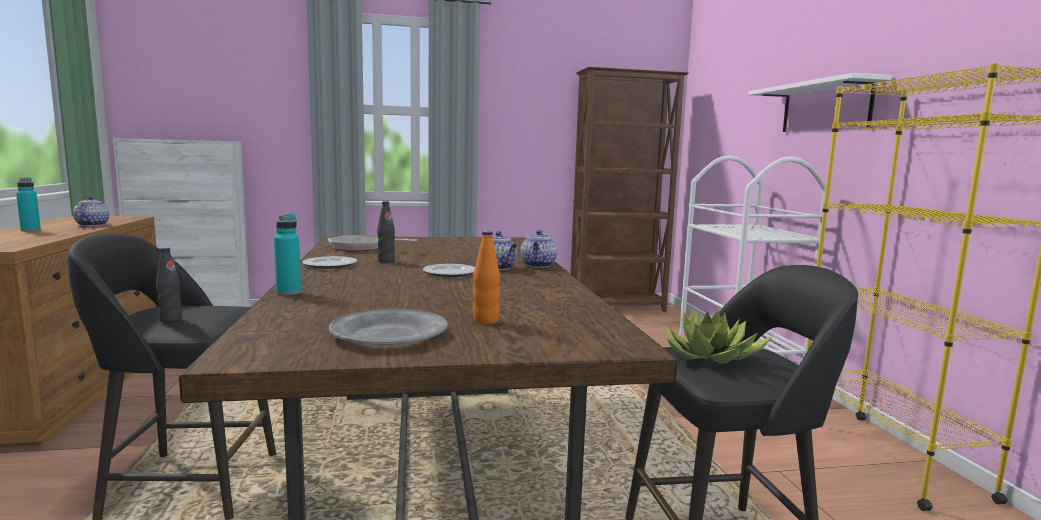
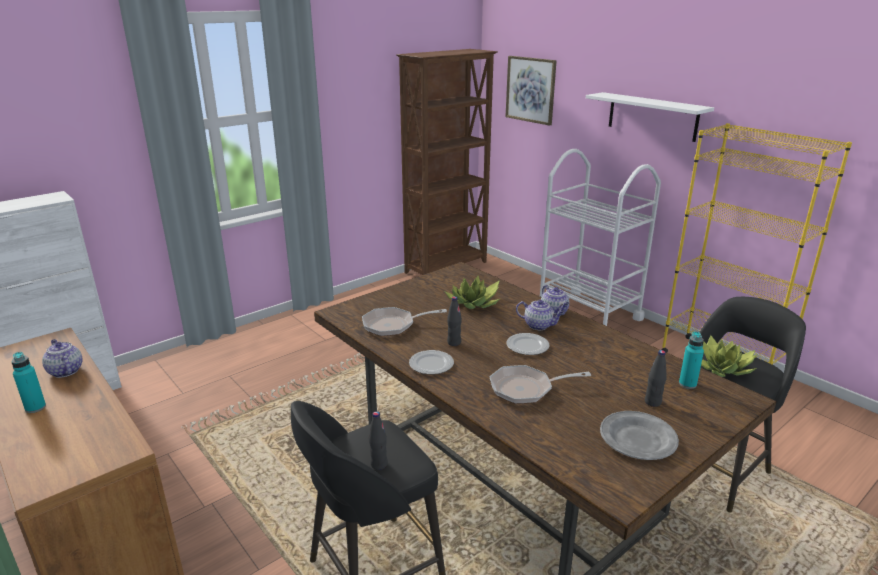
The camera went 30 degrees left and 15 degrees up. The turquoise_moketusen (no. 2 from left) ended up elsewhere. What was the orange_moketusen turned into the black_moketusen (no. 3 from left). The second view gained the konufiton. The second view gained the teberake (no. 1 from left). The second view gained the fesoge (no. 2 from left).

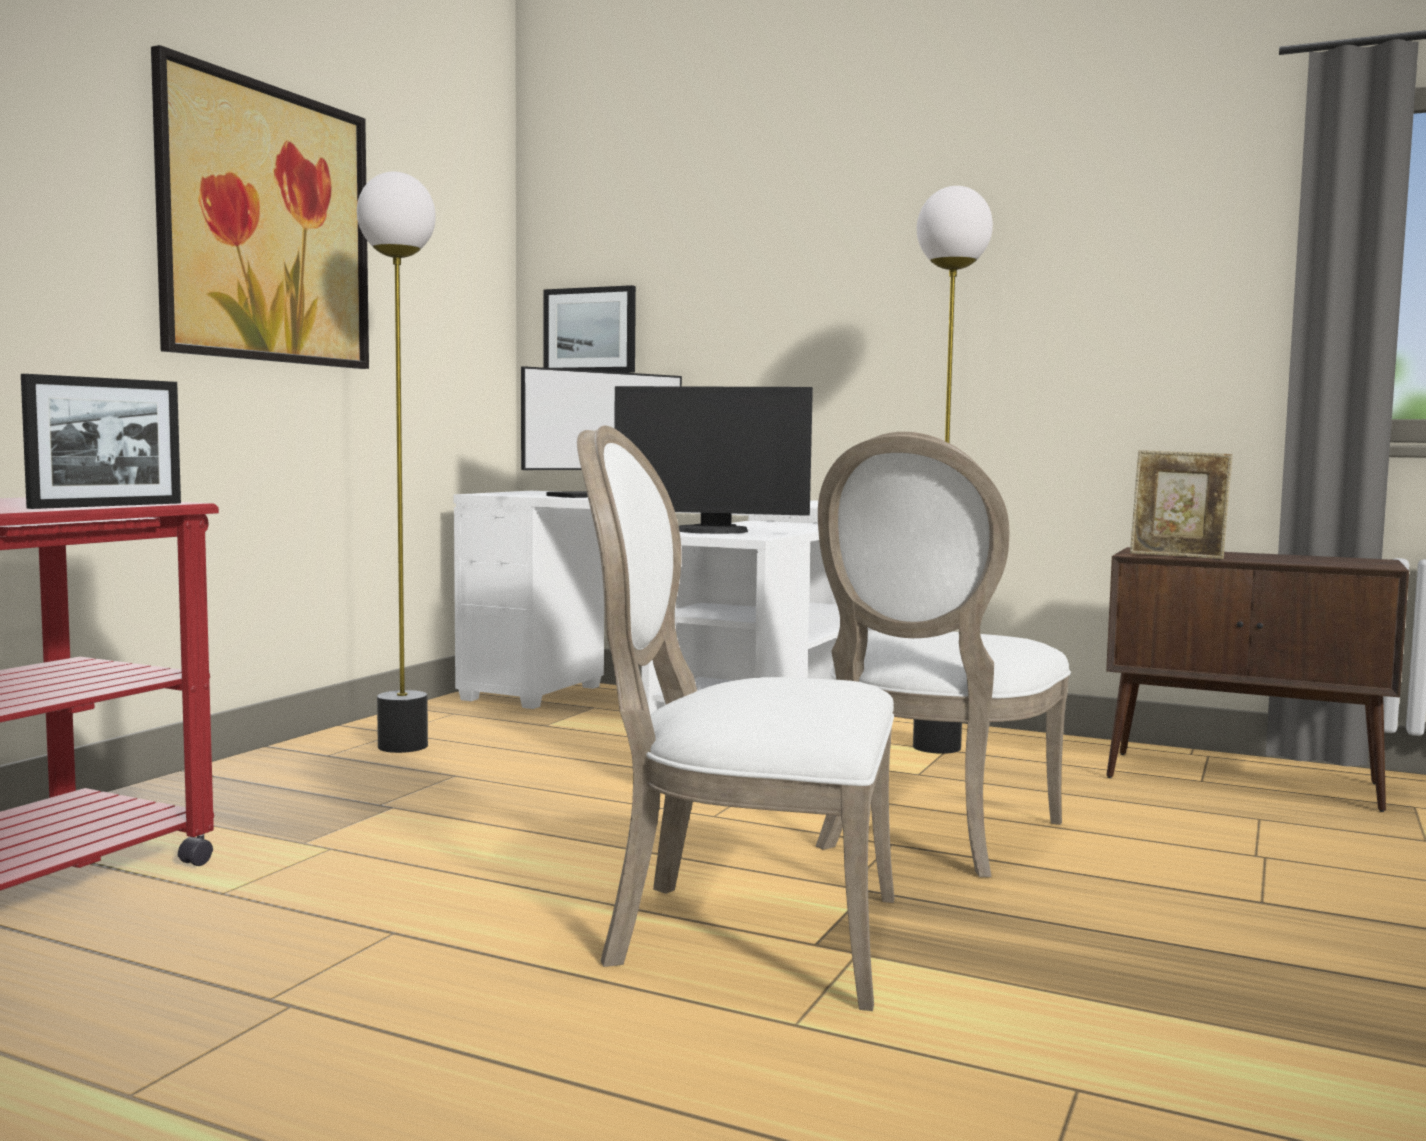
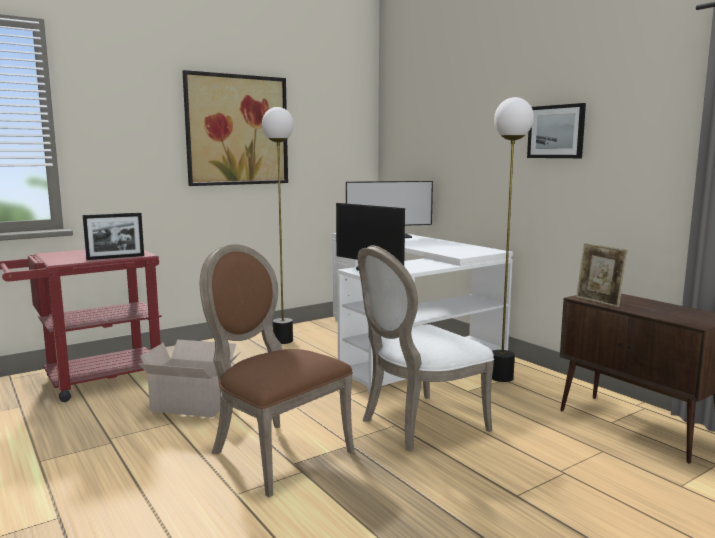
The camera went 30 degrees right and 5 degrees up. The konufiton (no. 2 from left) ended up elsewhere. What was the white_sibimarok (no. 1 from left) turned into the brown_sibimarok. The second view gained the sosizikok.

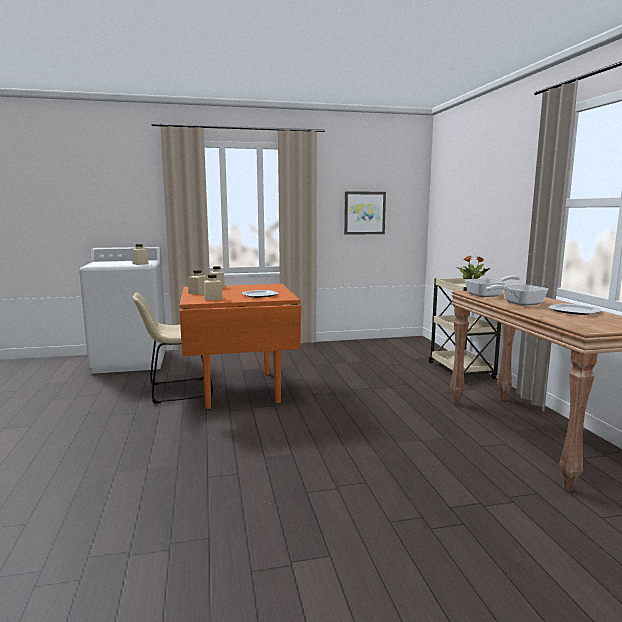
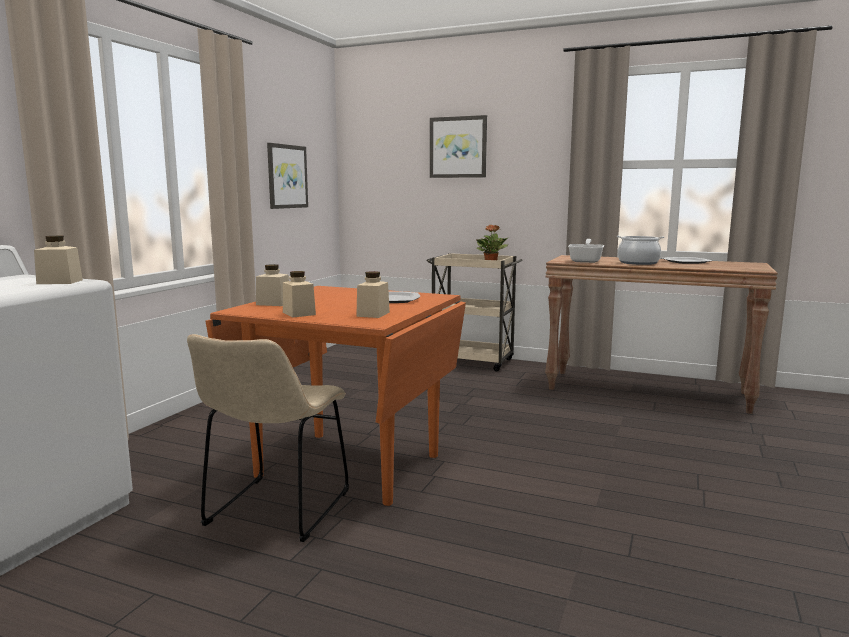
The camera went 55 degrees left and 0 degrees up. Where the fesoge (no. 2 from left) stood, the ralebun came to stand. The second view gained the konufiton (no. 2 from left).

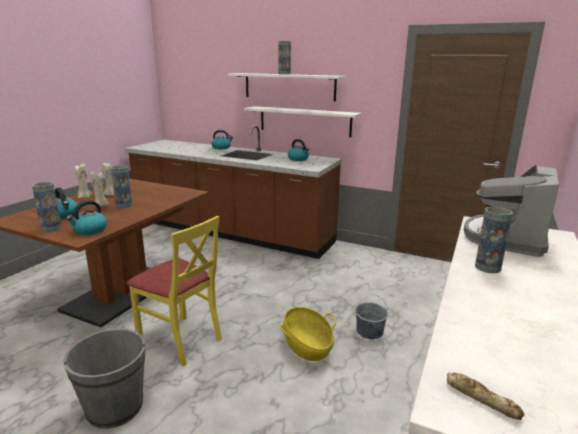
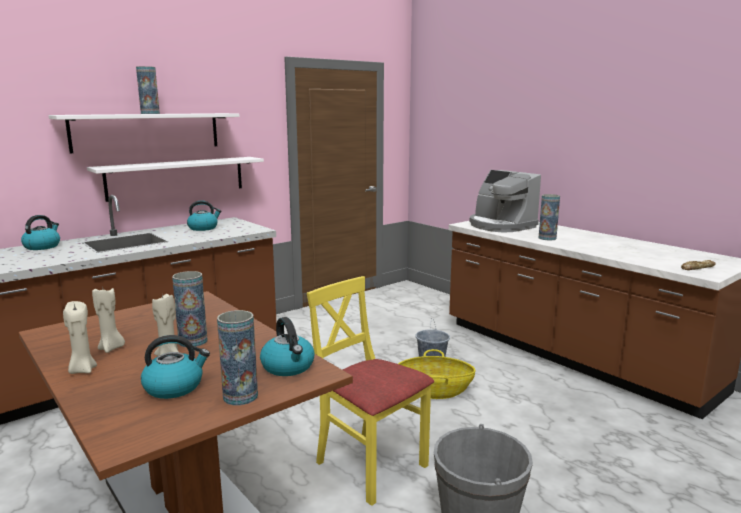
The camera went 65 degrees left and 5 degrees down. The yellow_sibimarok ended up facing another way, 105 degrees counterclockwise from before.

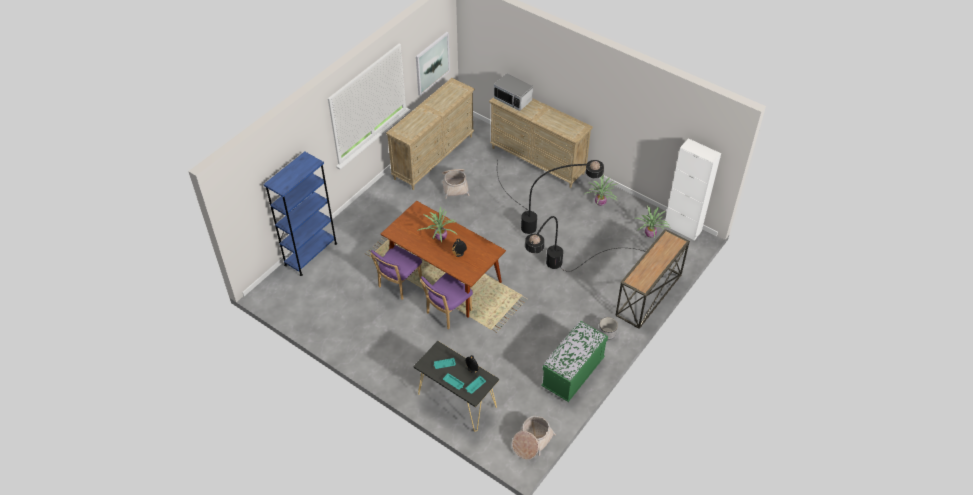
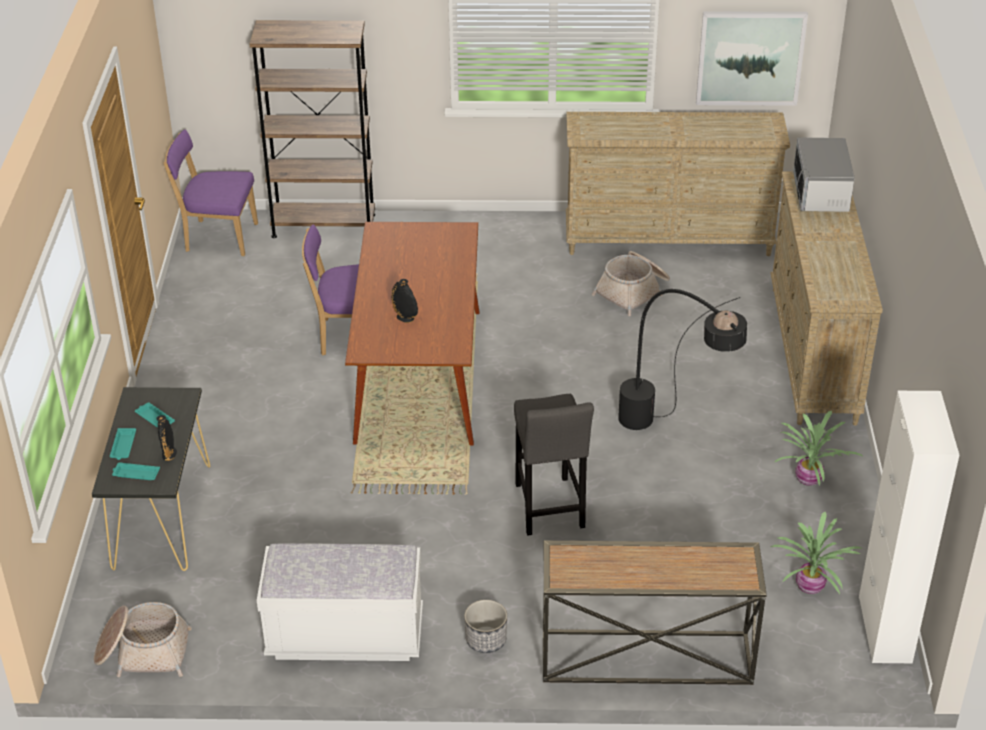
The camera went 55 degrees right and 10 degrees down. What was the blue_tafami turned into the brown_tafami. The second view lost the teberake (no. 1 from left). Where the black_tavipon (no. 2 from left) stood, the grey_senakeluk came to stand. The purple_sibimarok (no. 2 from left in the first image) ended up elsewhere. What was the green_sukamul turned into the white_sukamul.

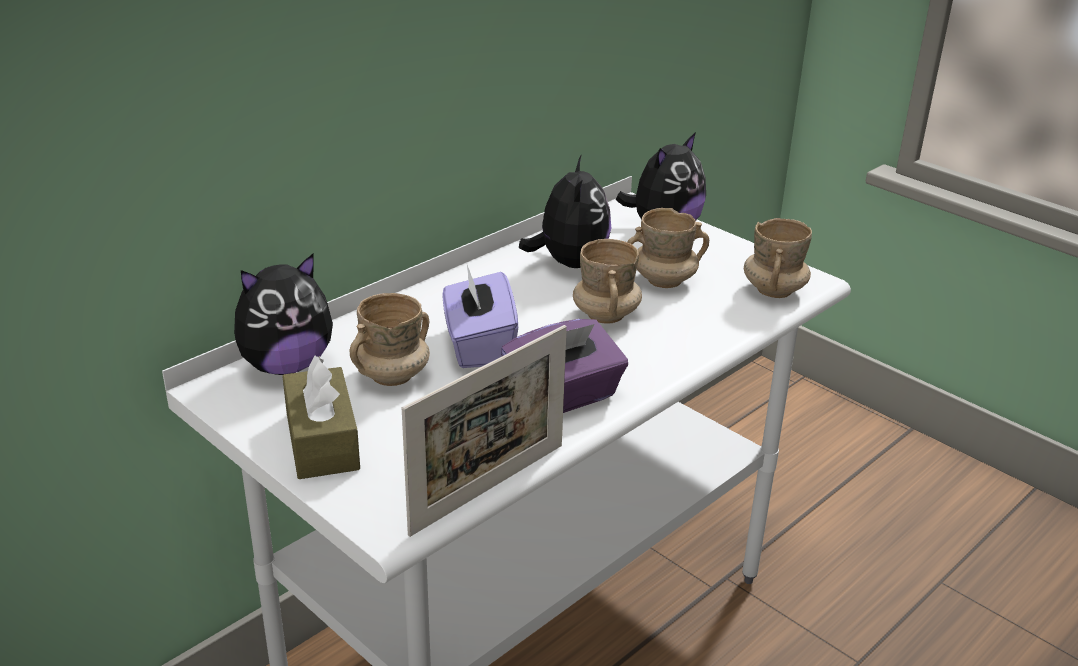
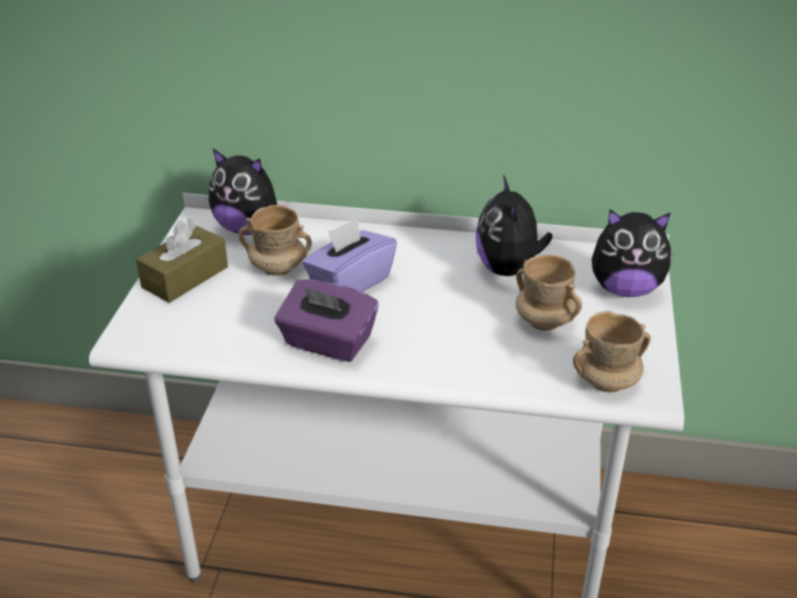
The camera went 55 degrees right and 5 degrees up. The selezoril (no. 2 from left) ended up facing another way, 120 degrees clockwise from before. The second view lost the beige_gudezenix (no. 2 from left). The second view lost the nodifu.

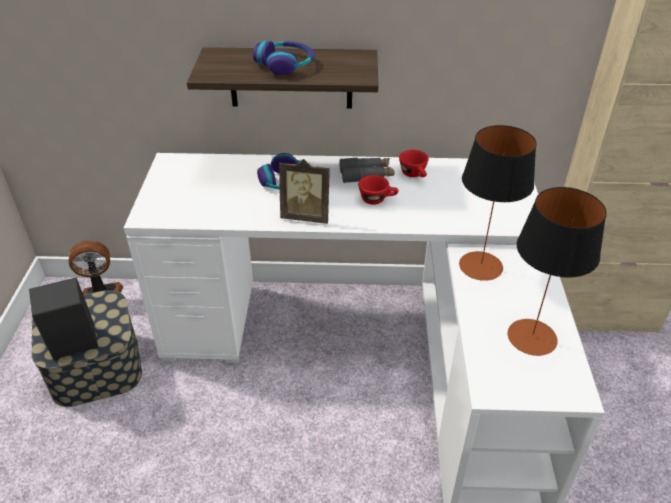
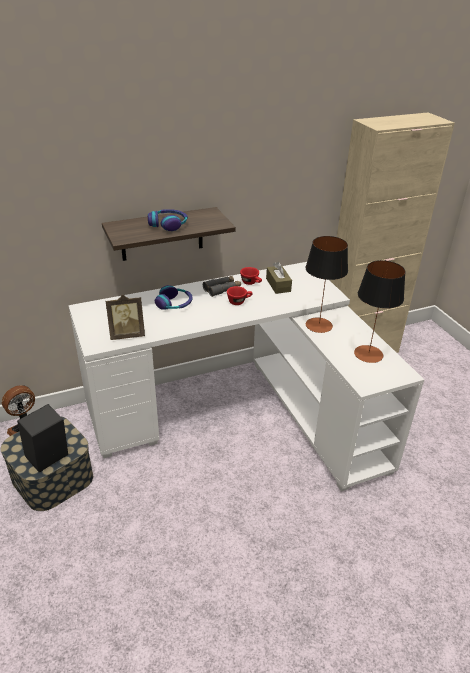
The camera went 25 degrees left and 5 degrees down. The nodifu ended up elsewhere. The second view gained the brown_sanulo.

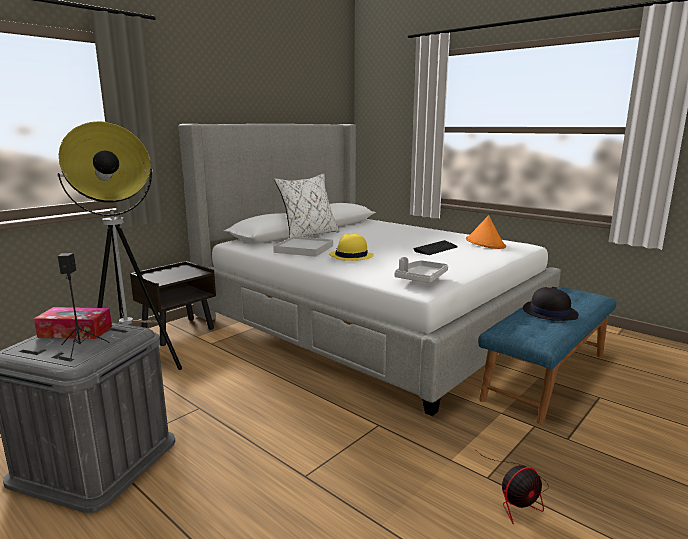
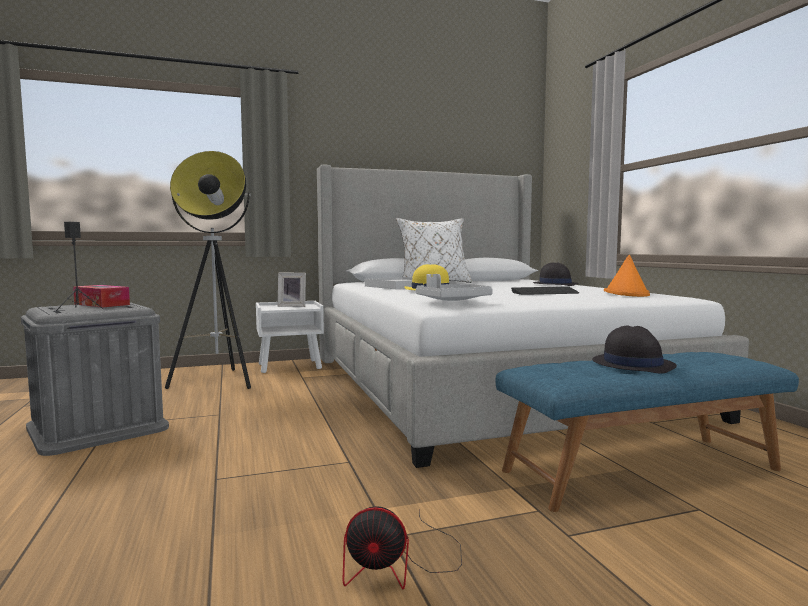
The camera went 30 degrees right and 10 degrees down. What was the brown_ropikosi turned into the white_ropikosi. The second view gained the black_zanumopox (no. 1 from left). The second view gained the nodifu.

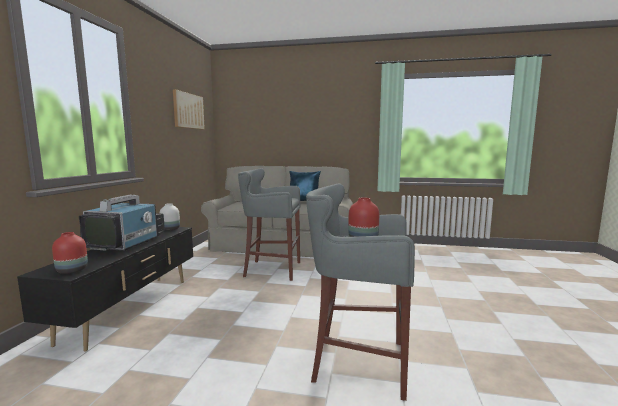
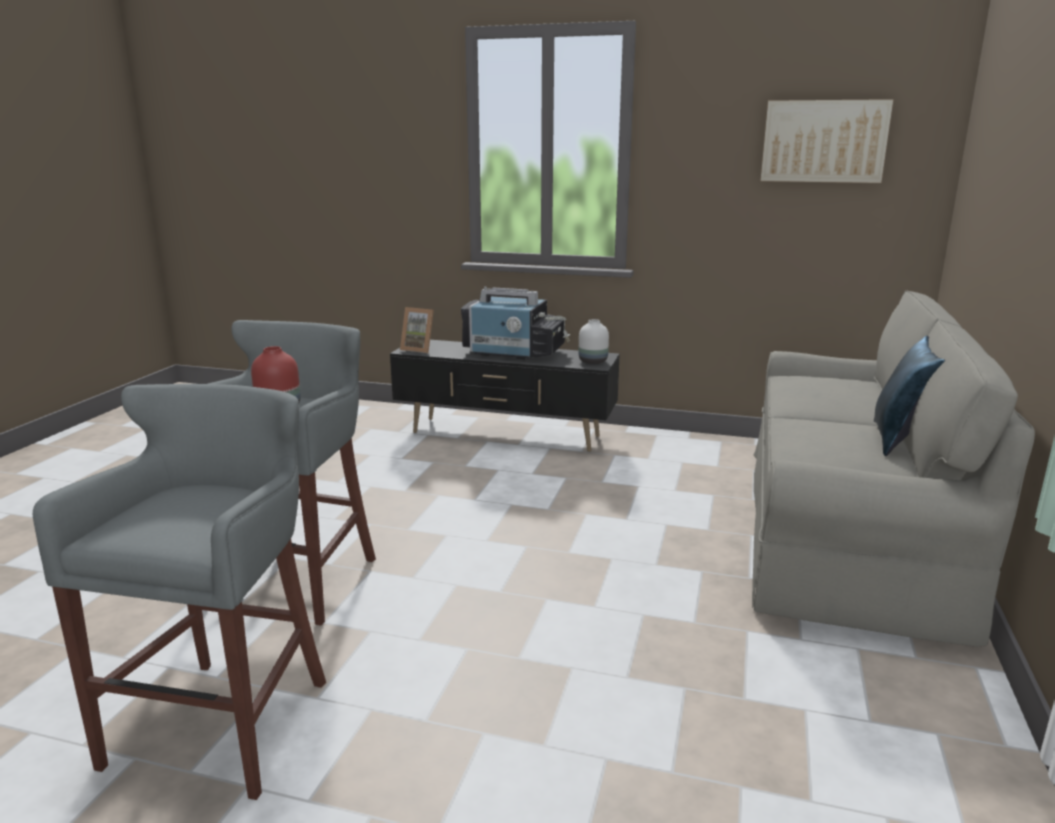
The camera went 95 degrees right and 10 degrees up. The grey_senakeluk (no. 1 from left) ended up elsewhere. Where the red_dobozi (no. 1 from left) stood, the nodifu came to stand.

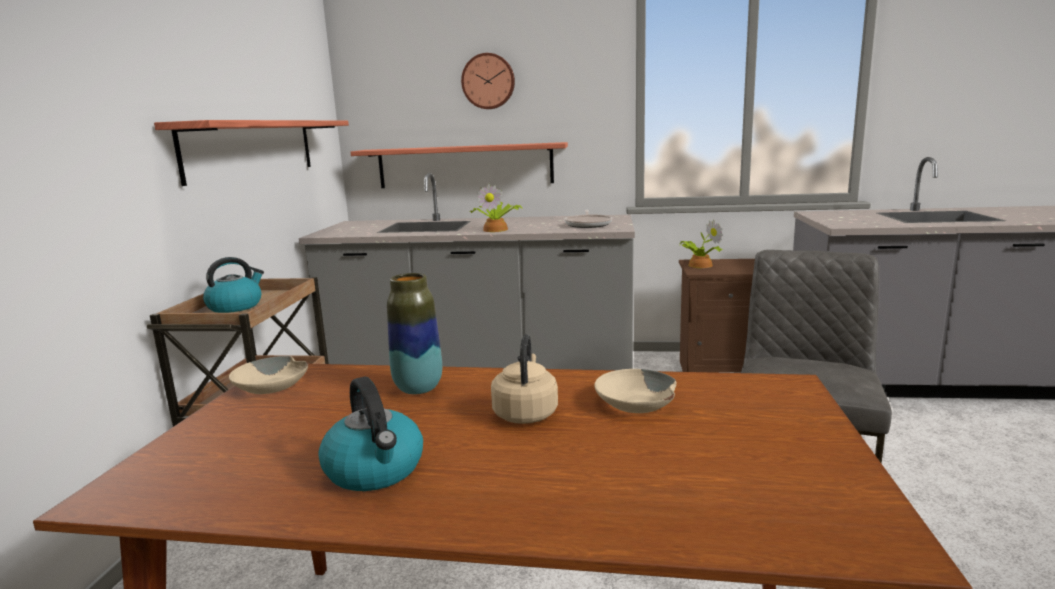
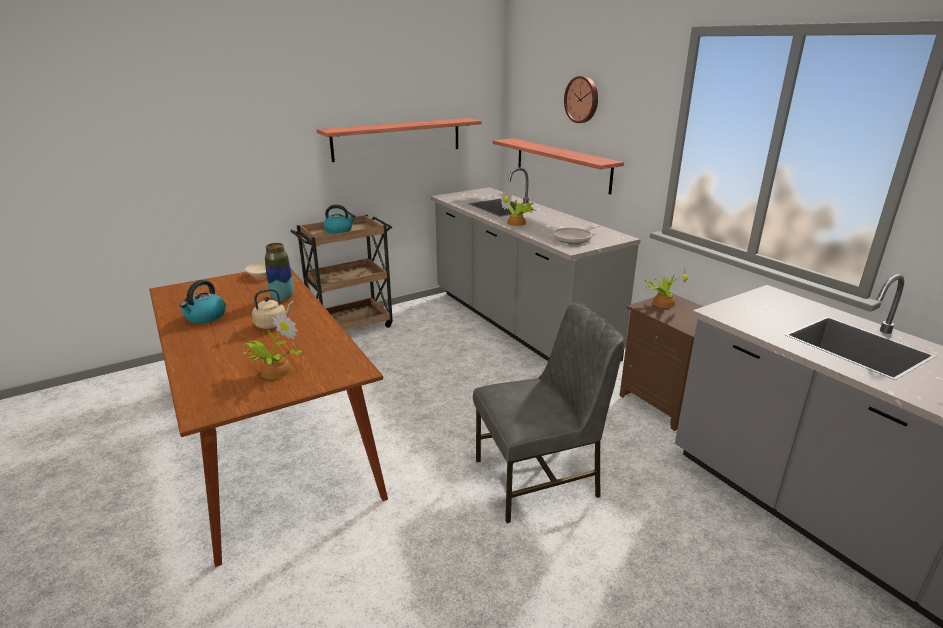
The camera went 50 degrees right and 10 degrees up. The second view lost the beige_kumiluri (no. 2 from left). The second view gained the teberake (no. 1 from left).

